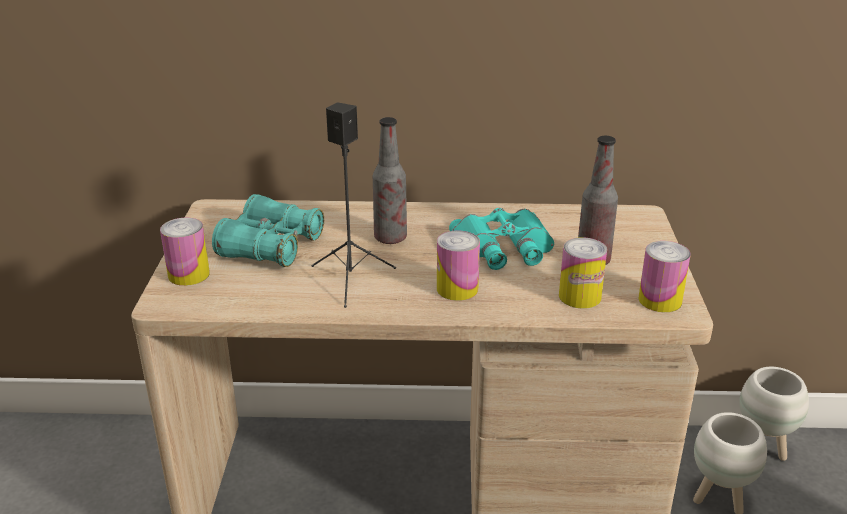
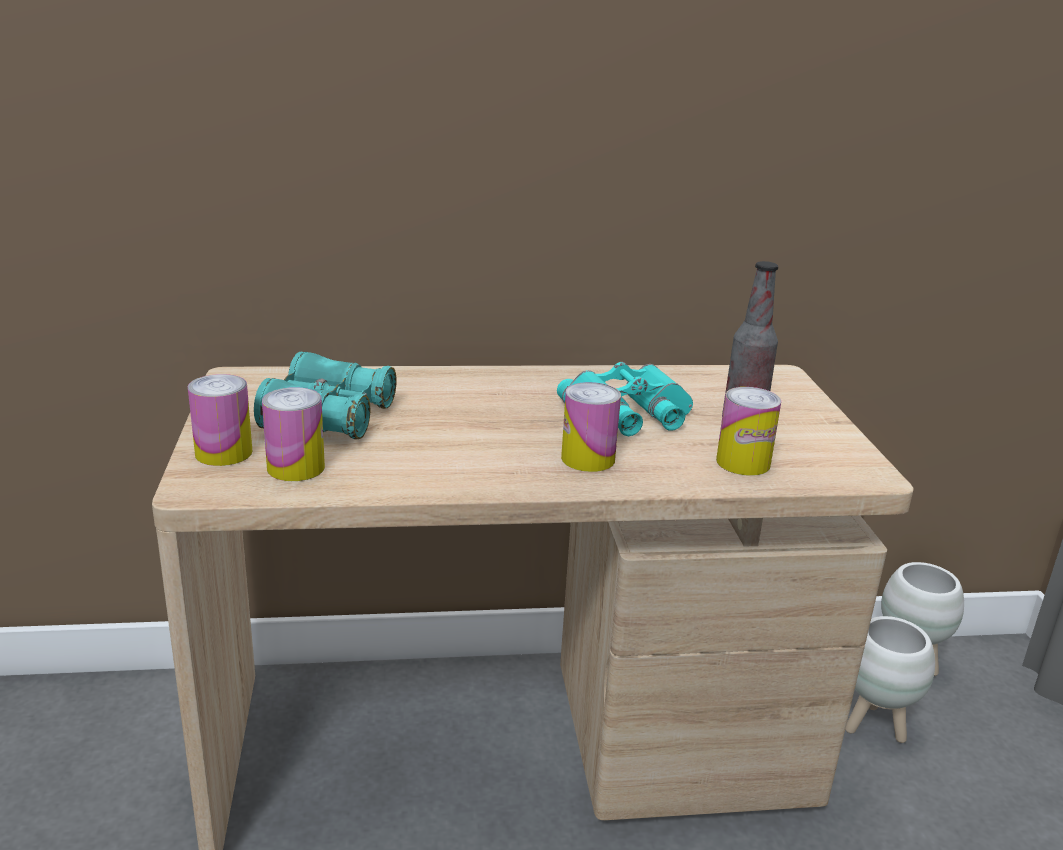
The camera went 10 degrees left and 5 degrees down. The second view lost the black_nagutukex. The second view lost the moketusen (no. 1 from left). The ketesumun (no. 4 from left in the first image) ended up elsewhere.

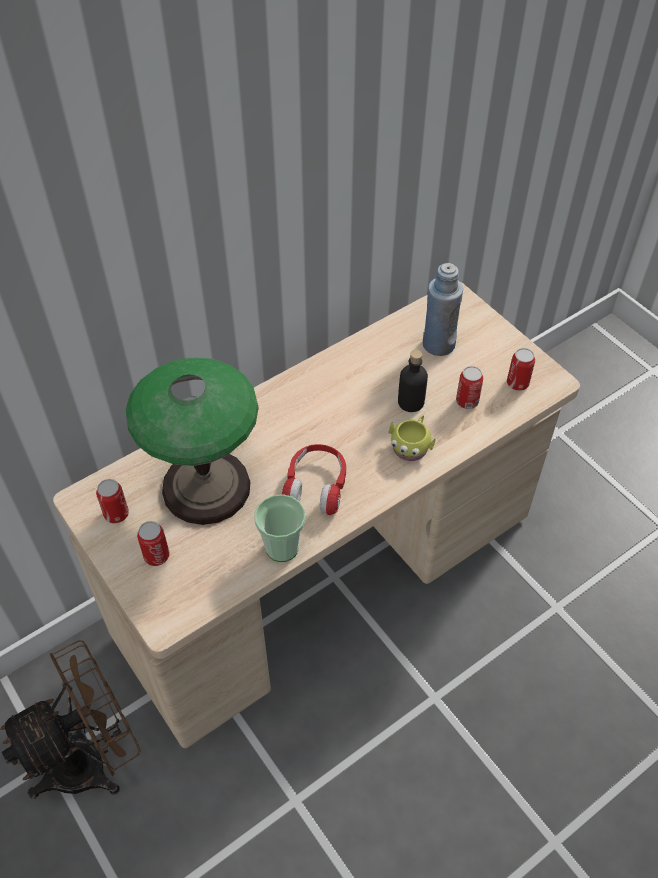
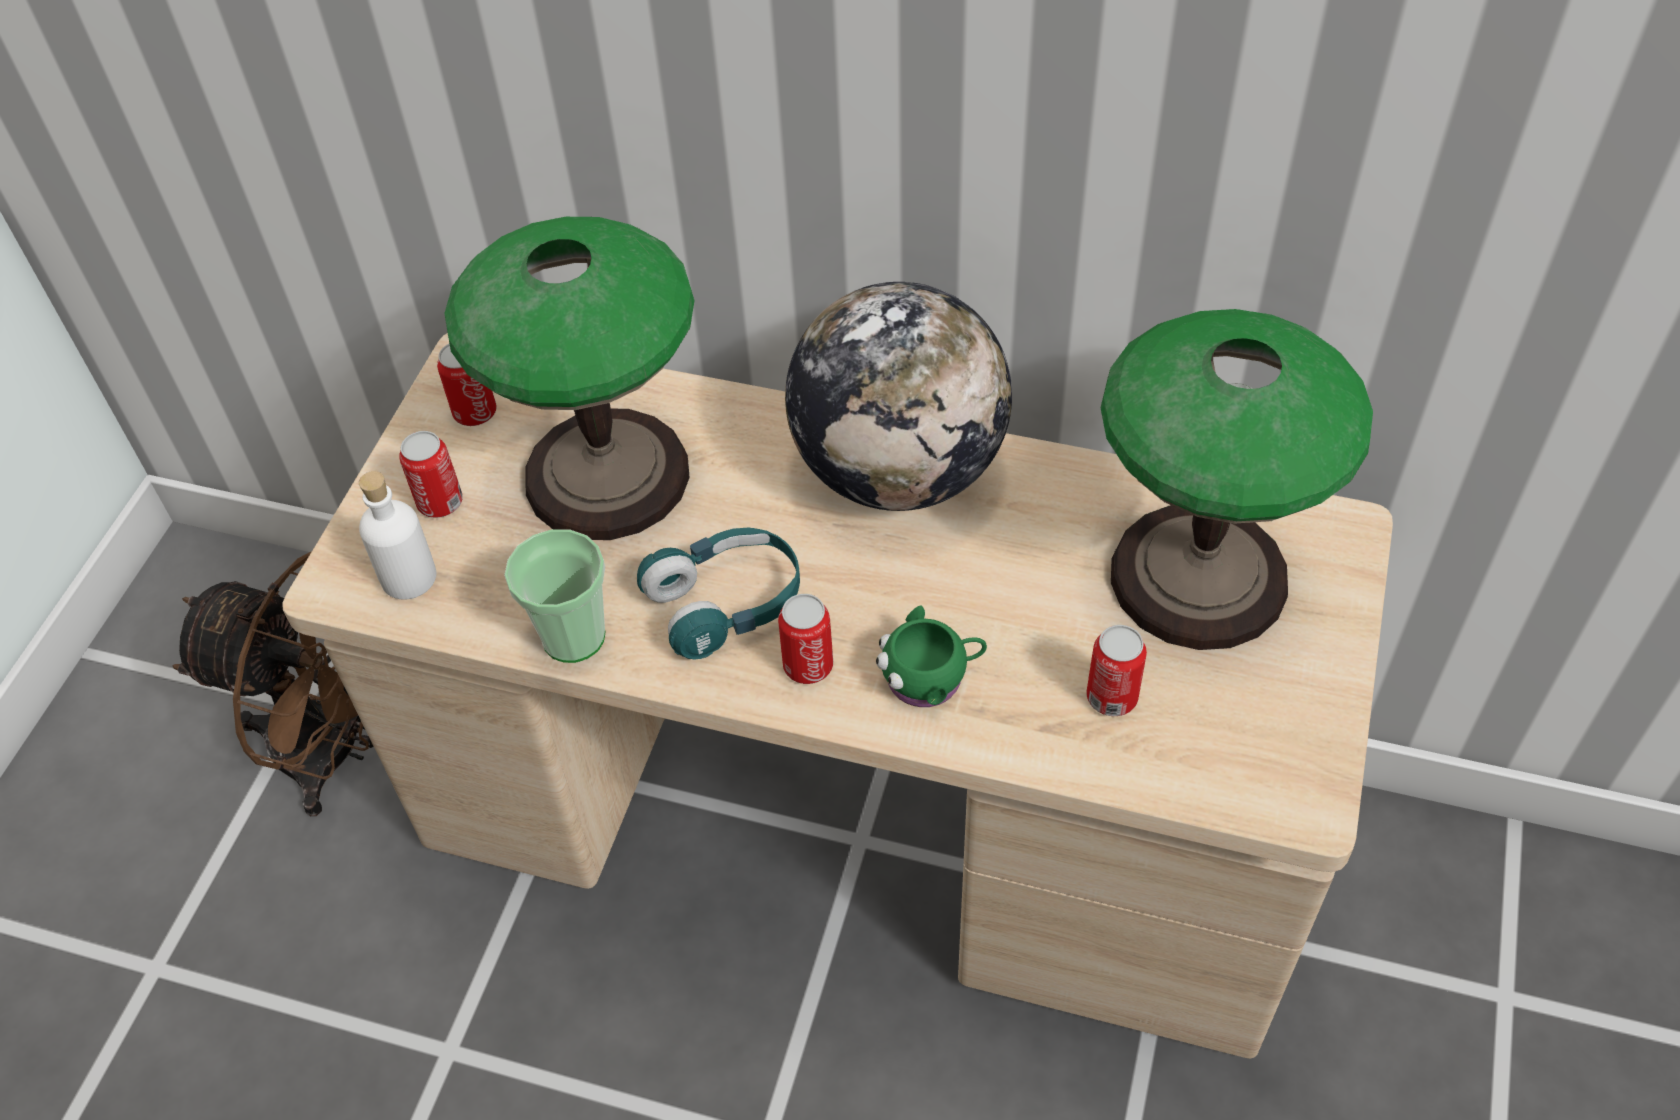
The camera went 55 degrees right and 0 degrees up. Where the blue_moketusen stood, the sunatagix (no. 2 from left) came to stand. The ketesumun (no. 4 from left in the first image) ended up elsewhere. The second view lost the black_moketusen. What was the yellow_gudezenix turned into the green_gudezenix. What was the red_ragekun turned into the turquoise_ragekun. The second view gained the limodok. The second view gained the white_moketusen.

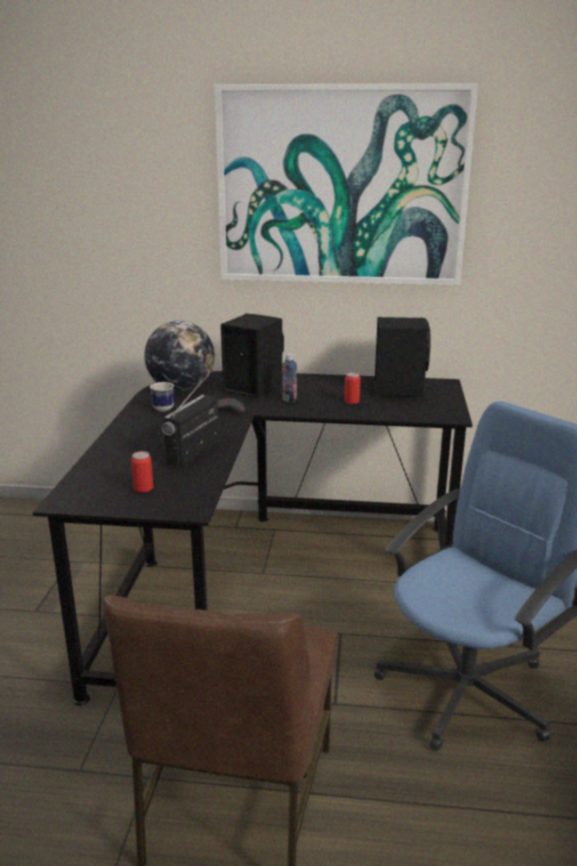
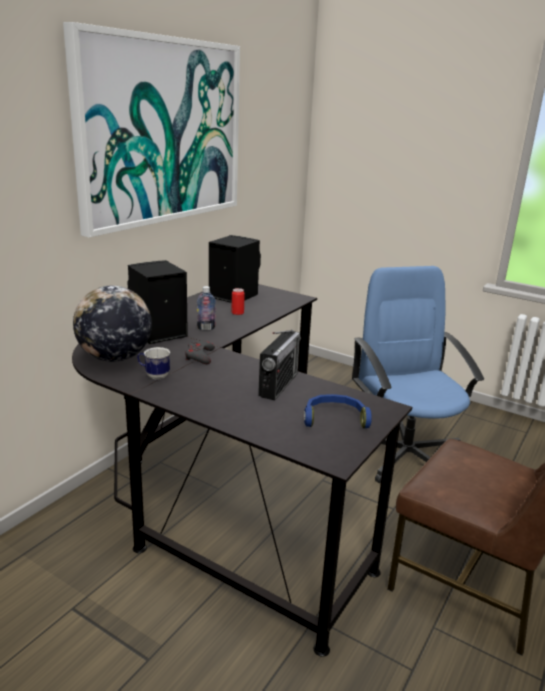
The camera went 65 degrees left and 0 degrees up. The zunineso ended up facing another way, 120 degrees counterclockwise from before. Where the ketesumun (no. 1 from left) stood, the blue_ragekun came to stand.

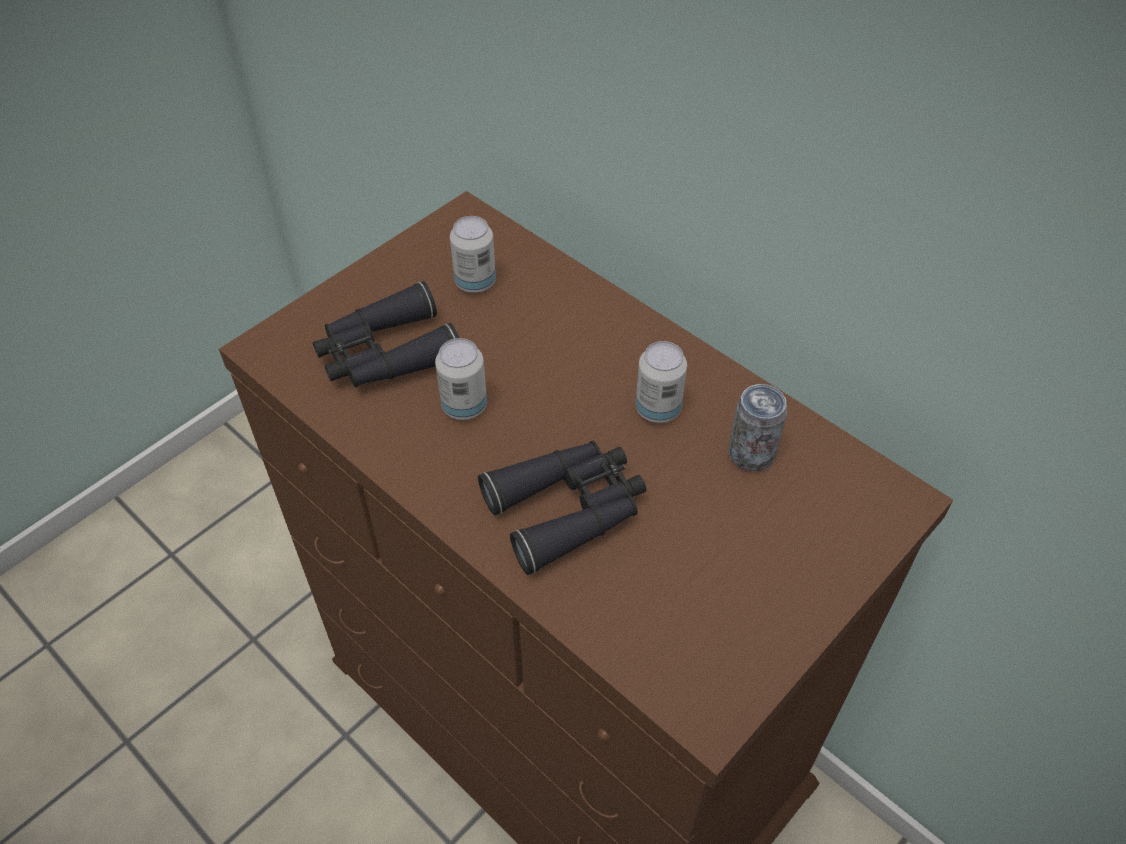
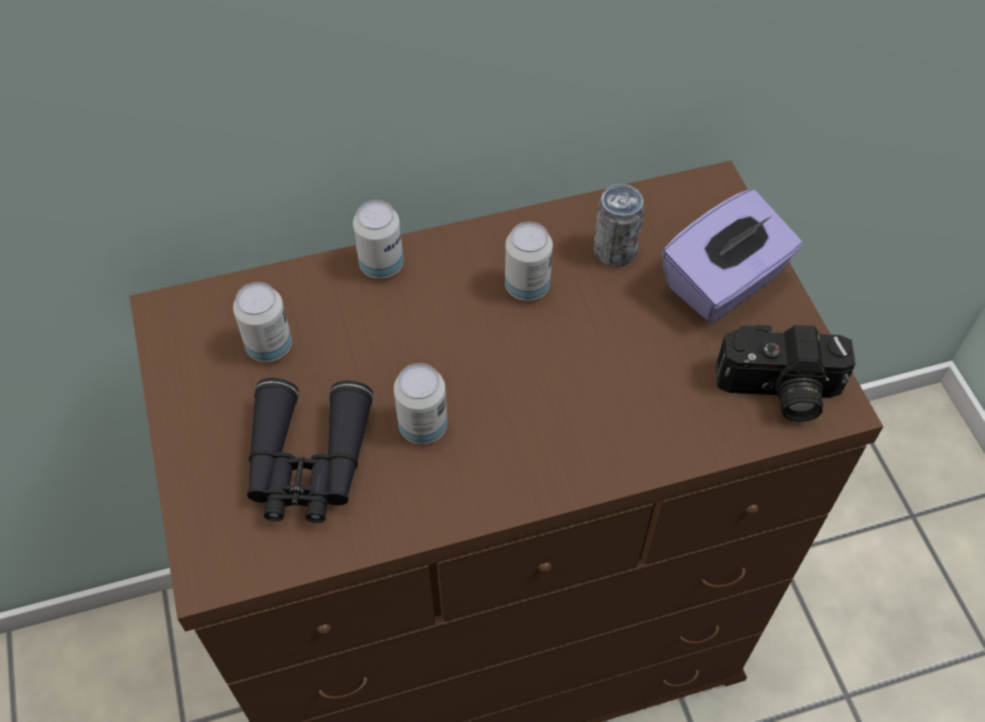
The camera went 60 degrees left and 5 degrees up. The second view lost the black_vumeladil (no. 2 from left). The second view gained the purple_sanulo. The second view gained the ketesumun (no. 2 from left). The second view gained the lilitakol.

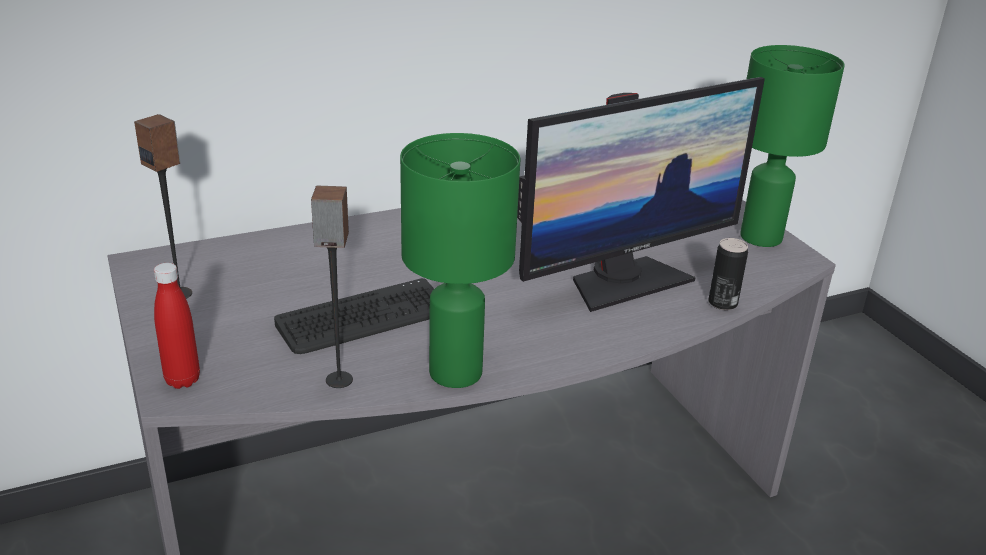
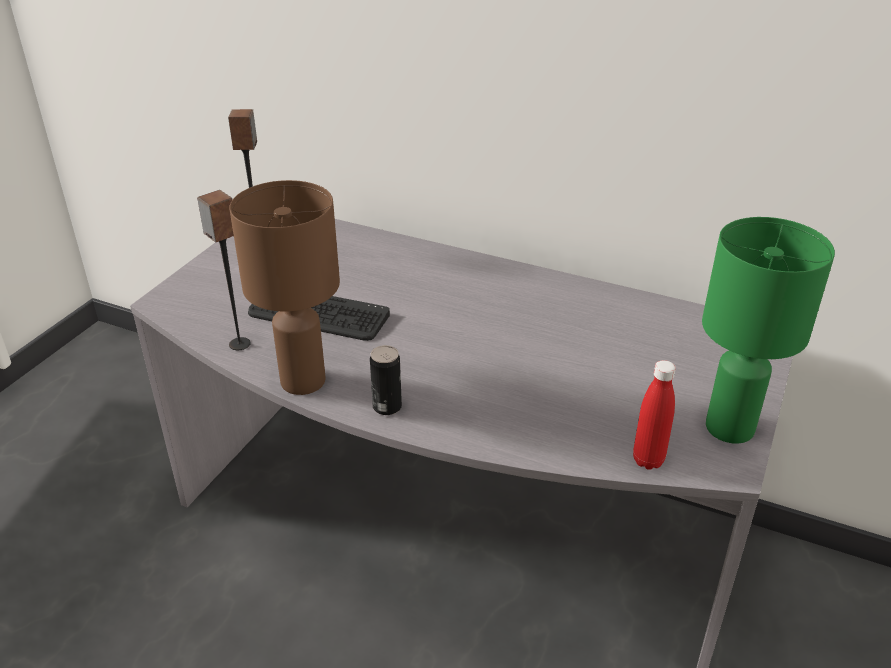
The camera went 50 degrees right and 5 degrees up. The second view lost the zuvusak. What was the green_sunatagix (no. 1 from left) turned into the brown_sunatagix. The ketesumun ended up elsewhere. The red_moketusen ended up elsewhere.

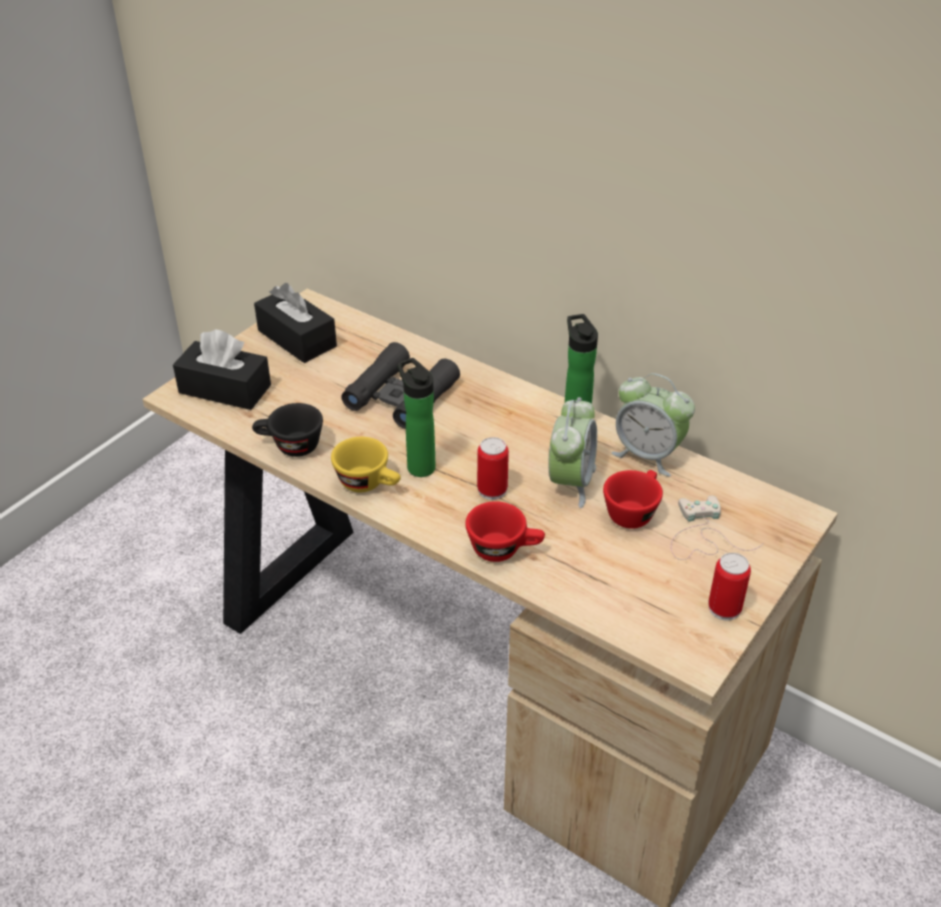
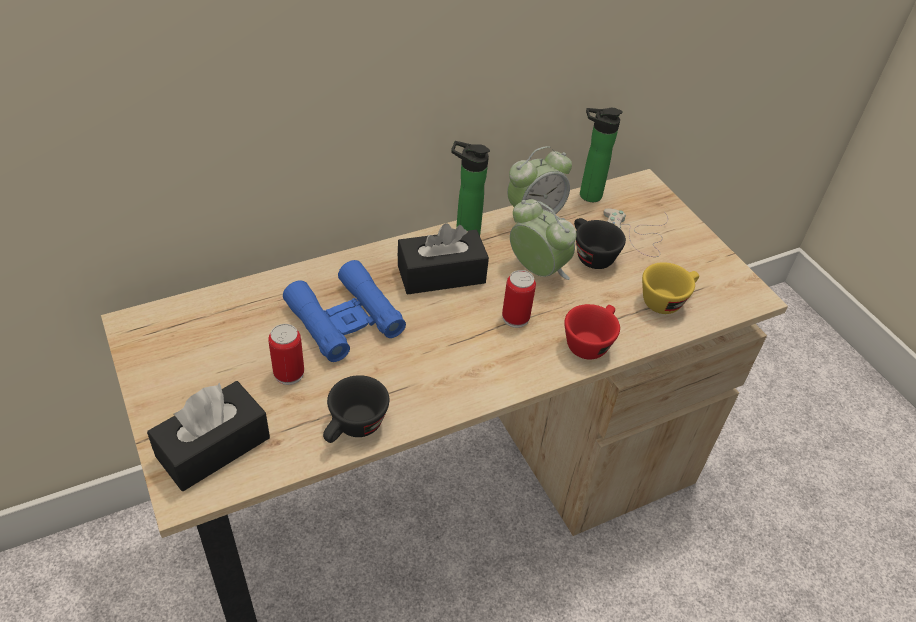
The camera went 65 degrees left and 5 degrees up. The black_sanulo (no. 2 from left) ended up elsewhere. What was the black_vumeladil turned into the blue_vumeladil. The moketusen (no. 1 from left in the first image) ended up elsewhere. The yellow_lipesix ended up elsewhere. What was the red_lipesix (no. 2 from left) turned into the black_lipesix (no. 2 from left). The ketesumun (no. 2 from left in the first image) ended up elsewhere.

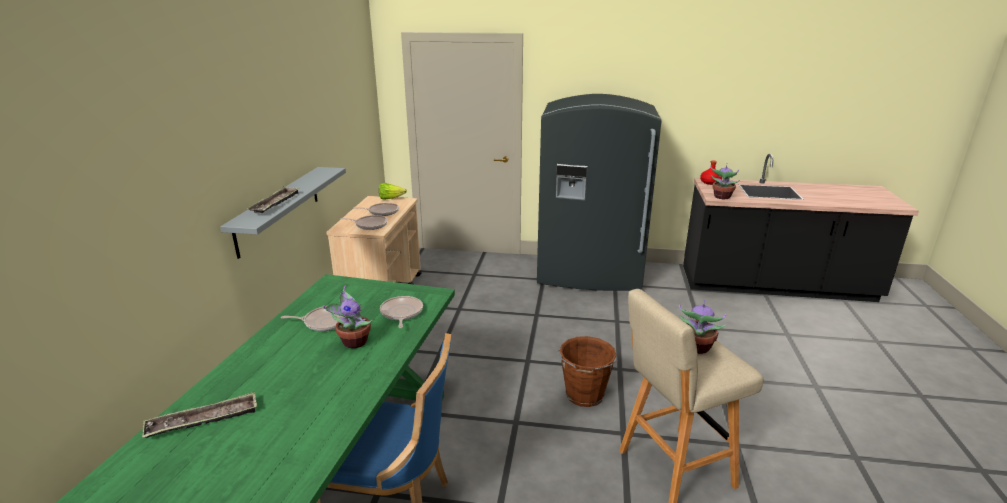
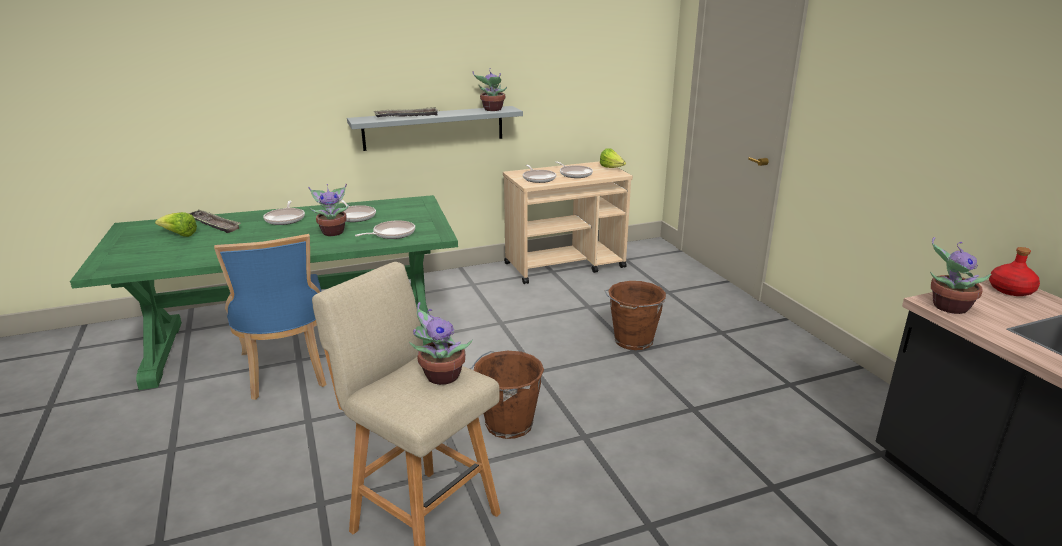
The camera went 60 degrees right and 0 degrees up. The second view lost the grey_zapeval. The second view gained the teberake (no. 3 from left). The second view gained the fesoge (no. 1 from left). The second view gained the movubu (no. 1 from left). The second view gained the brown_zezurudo (no. 2 from left).

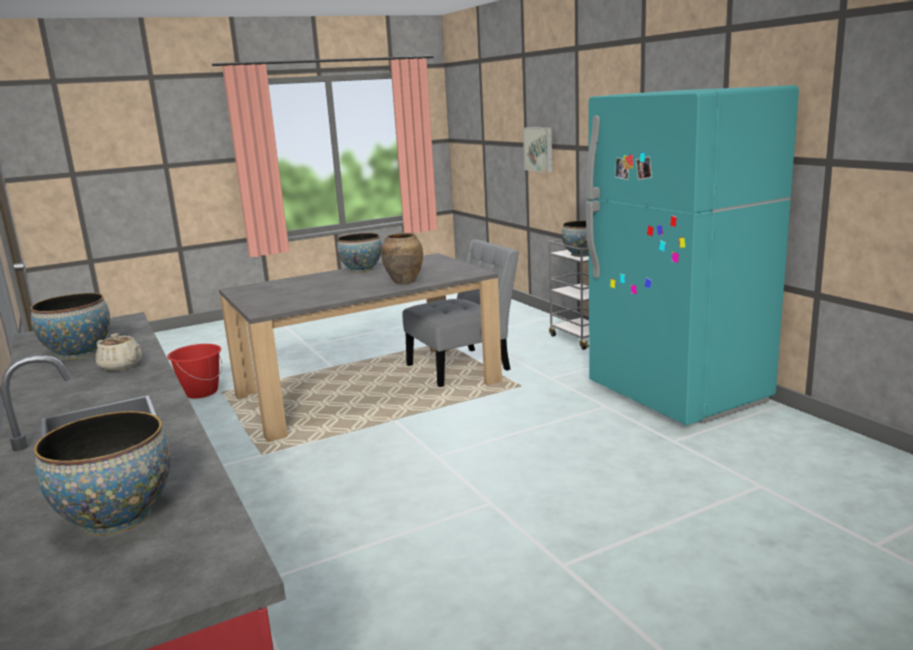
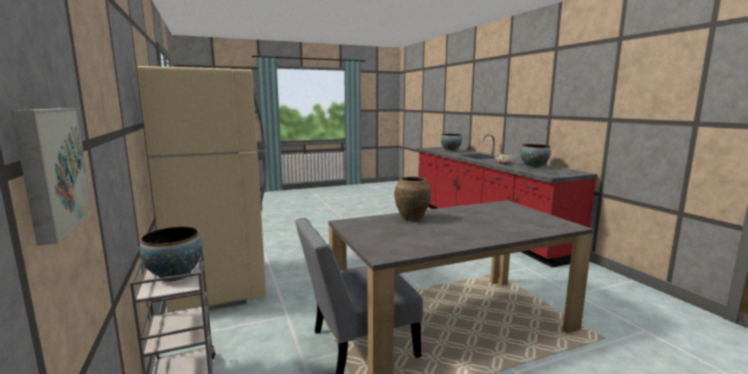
The camera went 175 degrees left and 5 degrees down. What was the turquoise_zapeval turned into the beige_zapeval. The second view lost the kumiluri (no. 3 from left). The second view lost the red_zezurudo.

